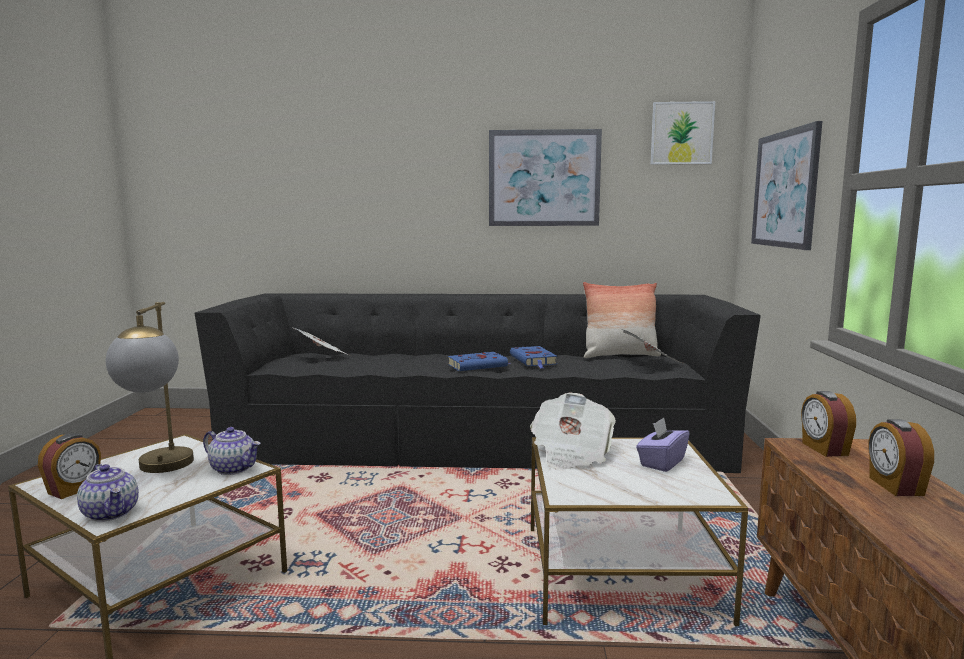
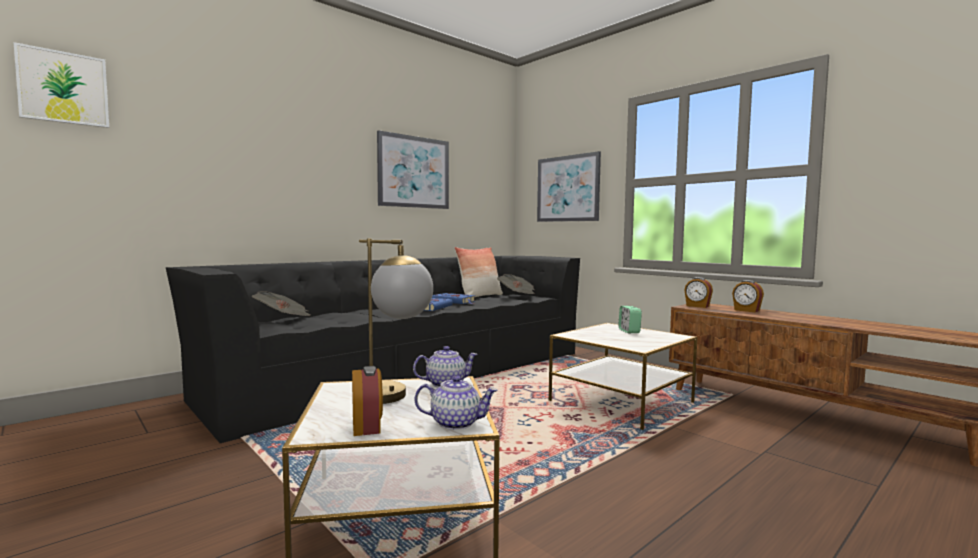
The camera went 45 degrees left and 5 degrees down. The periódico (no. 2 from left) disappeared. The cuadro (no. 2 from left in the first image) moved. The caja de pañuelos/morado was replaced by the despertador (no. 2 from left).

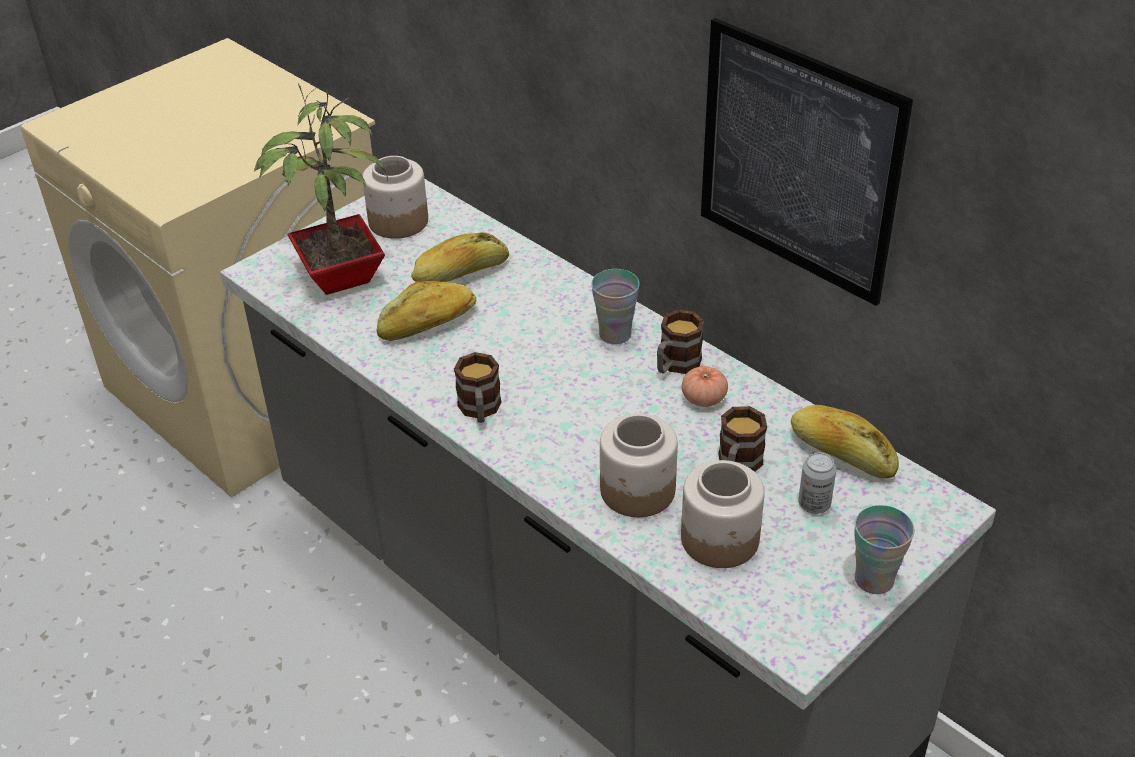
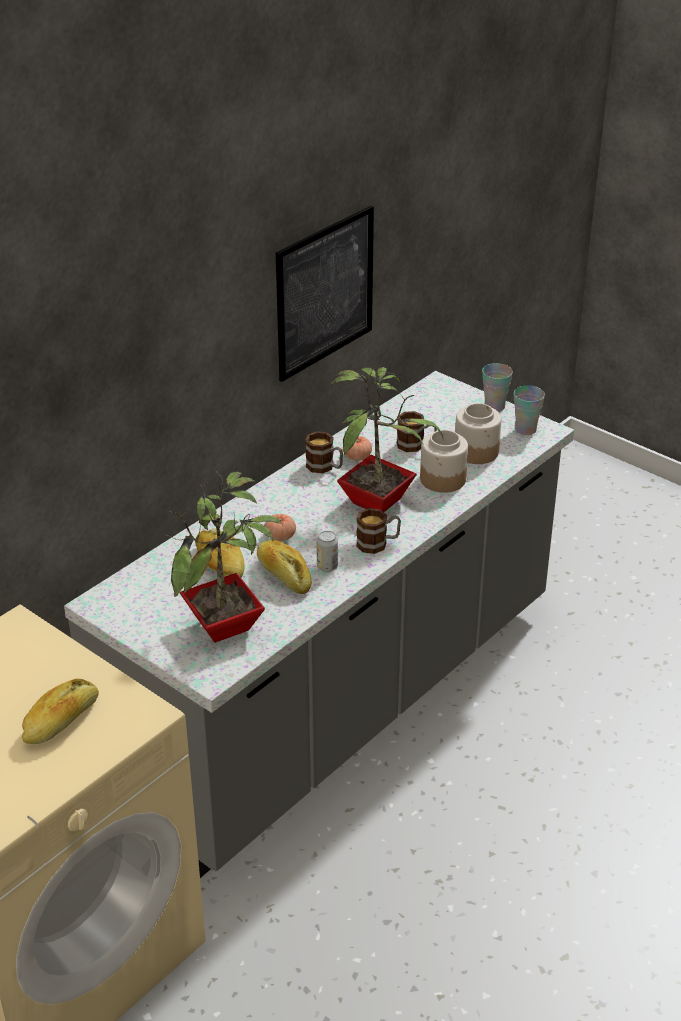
The camera went 95 degrees left and 5 degrees down. The tarro (no. 1 from left) disappeared. The tomate (no. 1 from left) appeared. The planta en maceta (no. 2 from left) appeared. The taza (no. 1 from left in the first image) moved. The pan (no. 3 from left in the first image) moved. The lata moved.

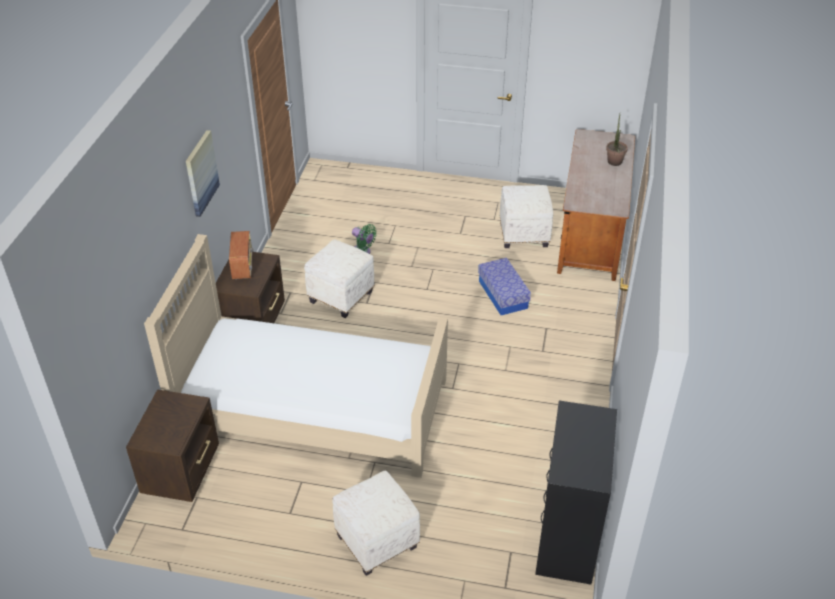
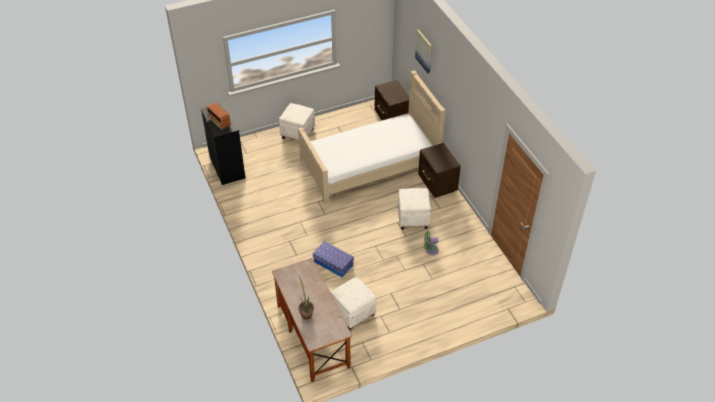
The camera went 145 degrees right and 5 degrees up. The cuadro moved. The radio moved.

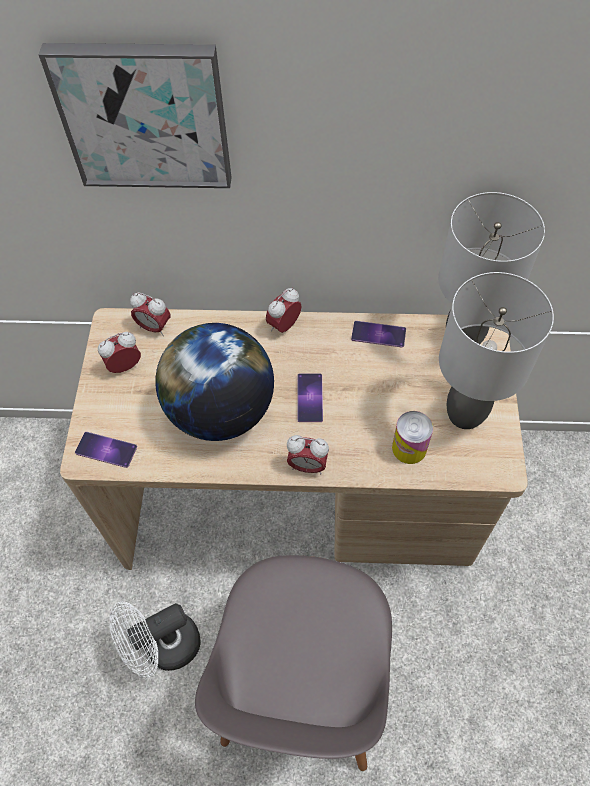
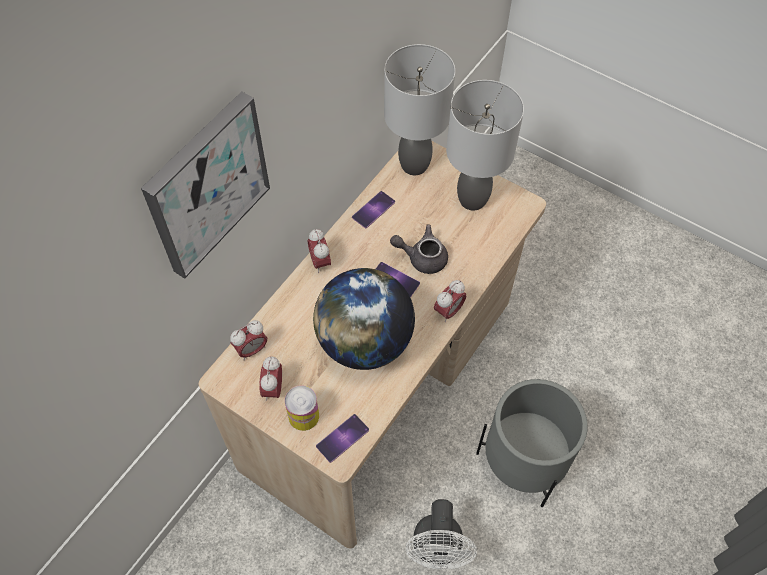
The camera went 60 degrees left and 0 degrees up. The tetera/gris appeared. The lata moved. The silla/gris was replaced by the maceta/gris.

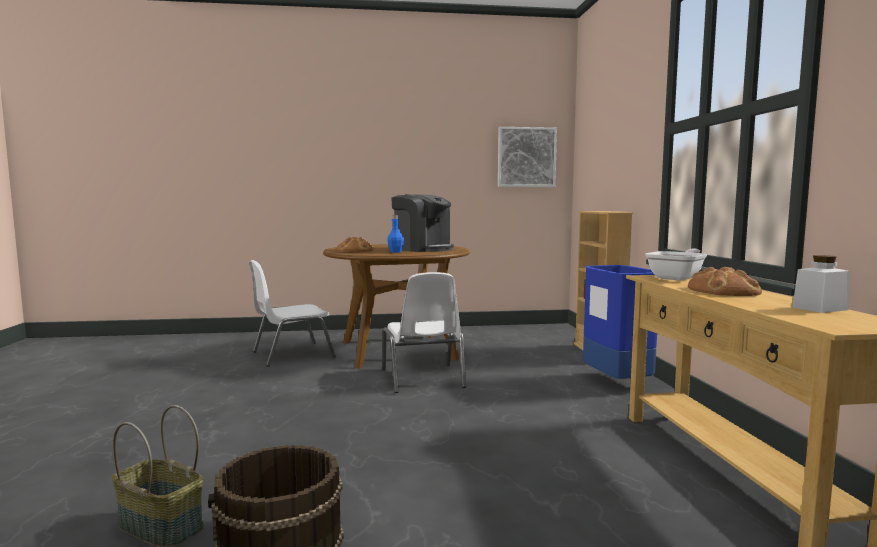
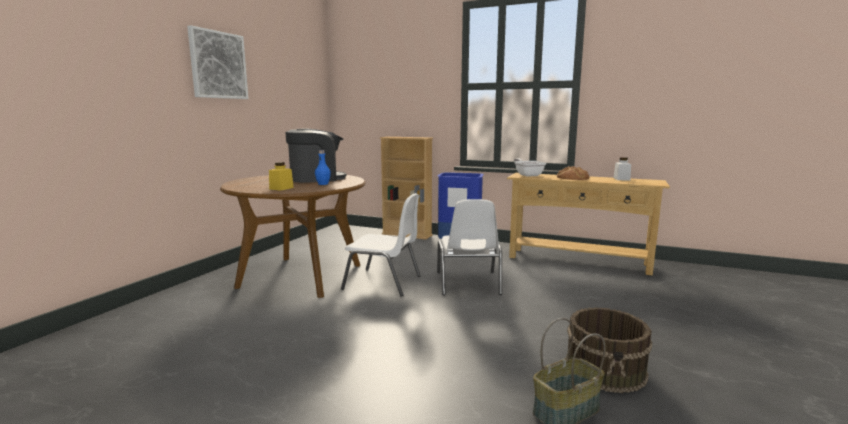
The camera went 60 degrees left and 5 degrees up. The silla/blanco (no. 1 from left in the first image) moved. The cuadro moved. The pan (no. 1 from left) was replaced by the tarro/amarillo.

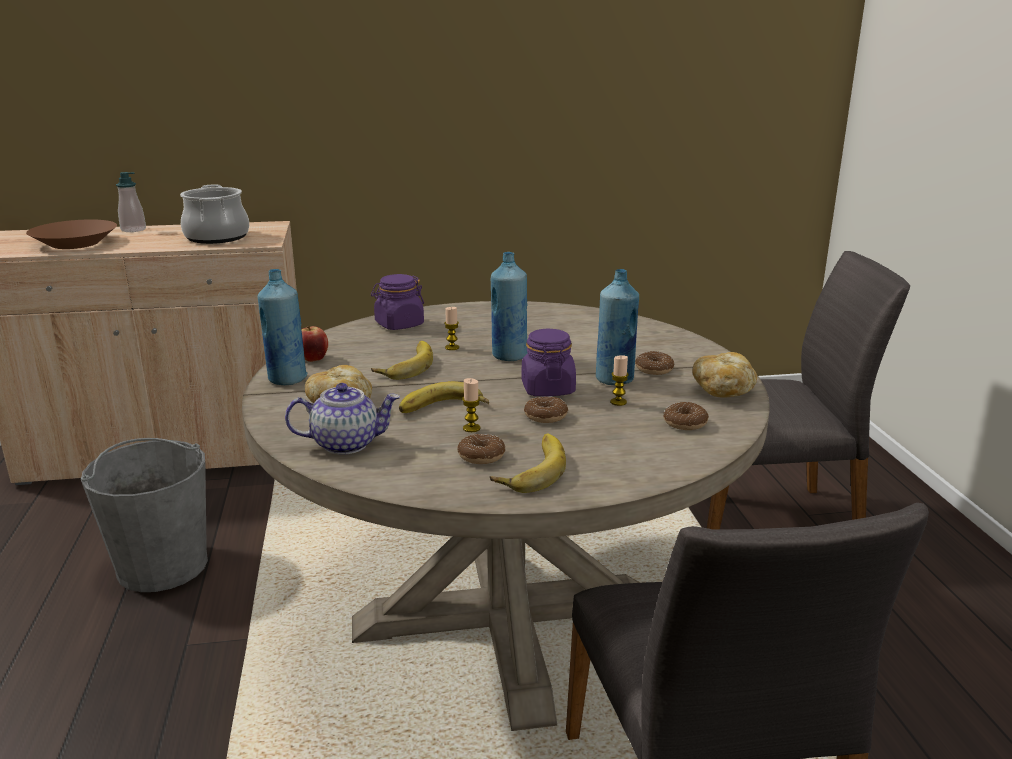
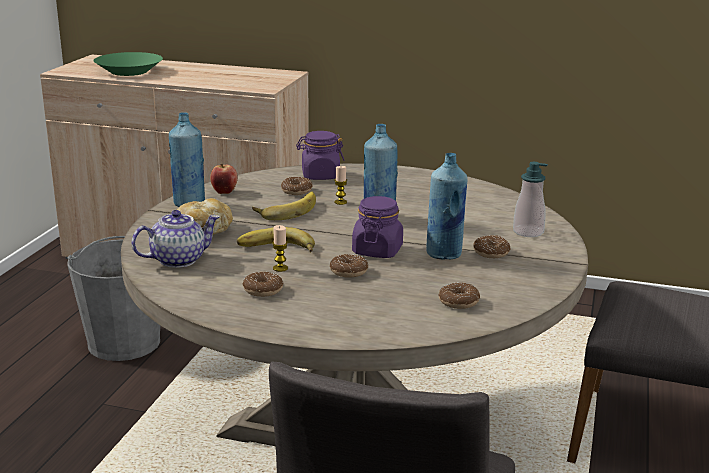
The camera went 25 degrees right and 0 degrees up. The olla disappeared. The plátano (no. 3 from left) disappeared. The vela (no. 3 from left) disappeared. The pan (no. 2 from left) disappeared. The rosquilla (no. 2 from left) appeared. The dispensador de jabón moved. The cuenco/marrón became the cuenco/verde. The tetera turned 45 degrees counterclockwise.

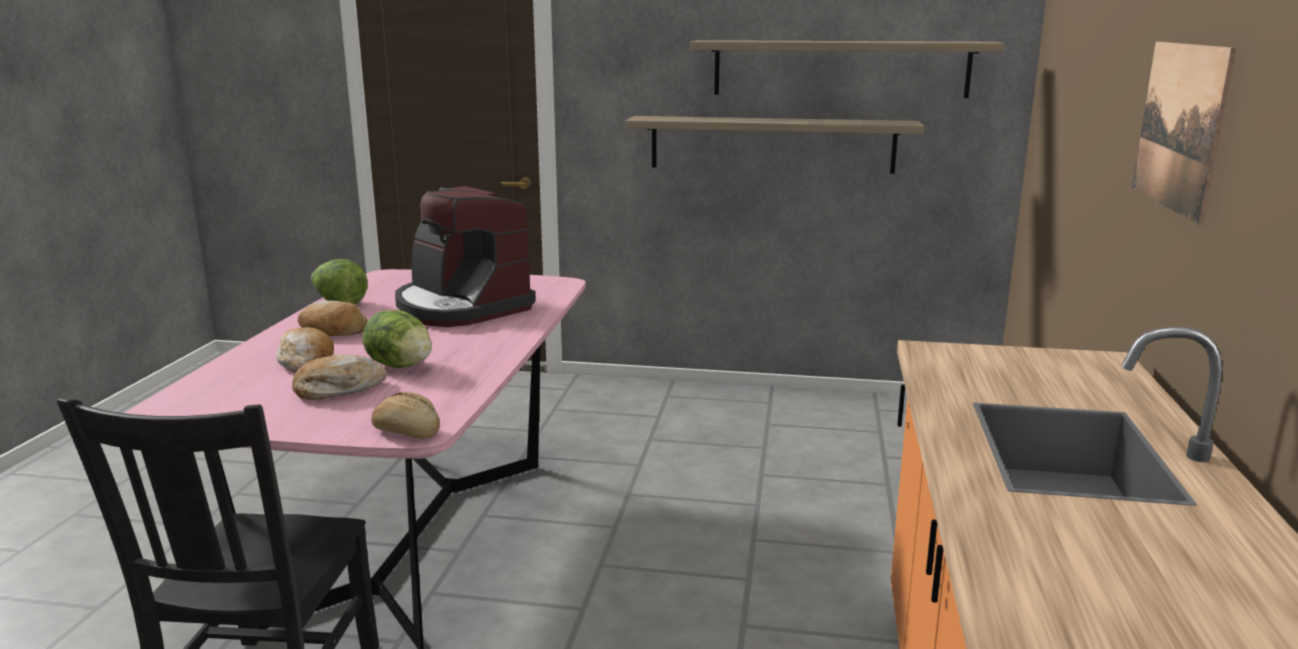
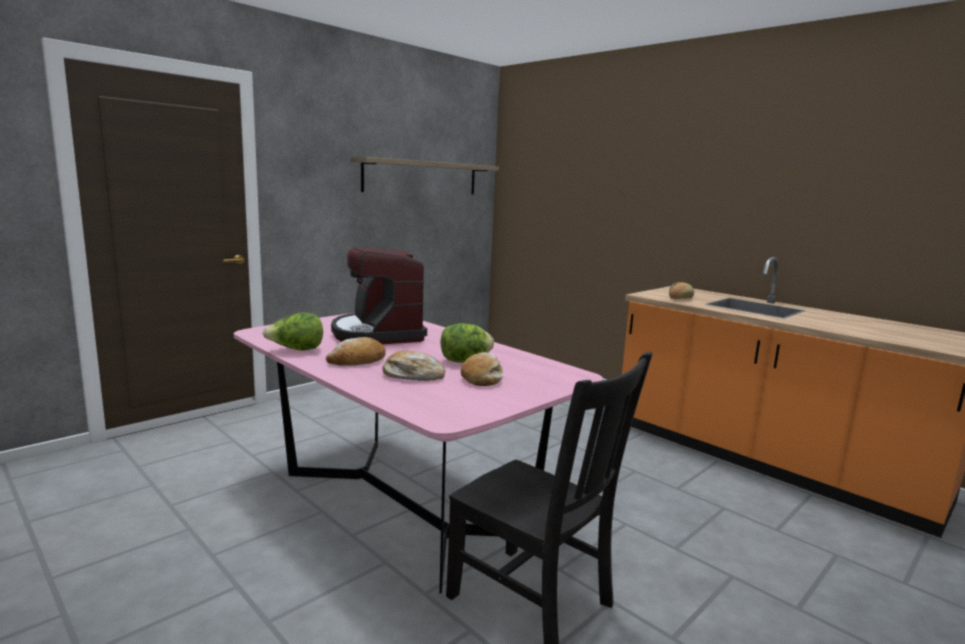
The camera went 55 degrees left and 5 degrees down. The estante (no. 1 from left) disappeared. The cuadro disappeared. The pan (no. 4 from left) moved. The cafetera turned 75 degrees clockwise.

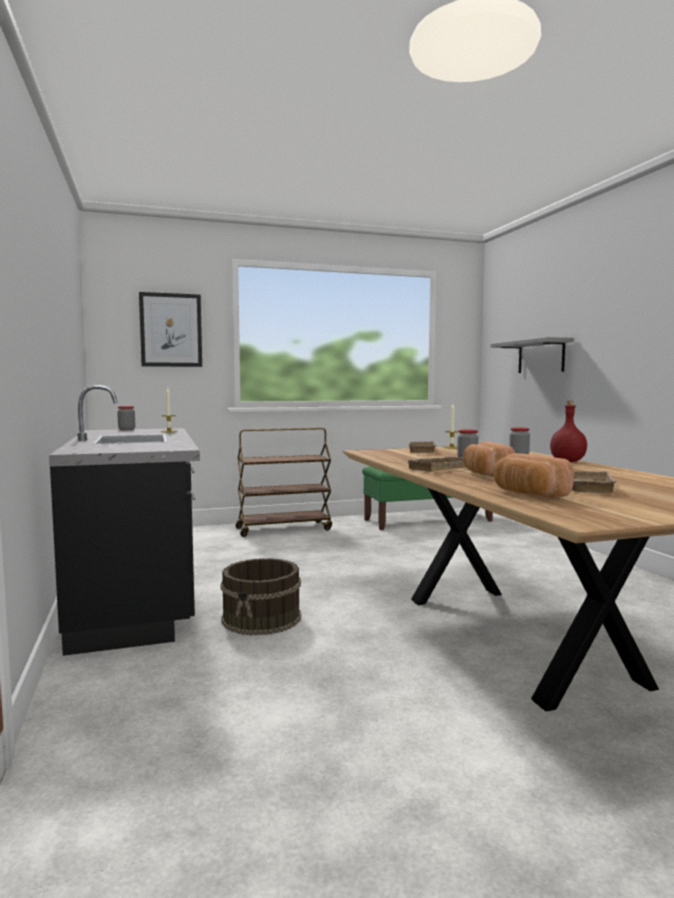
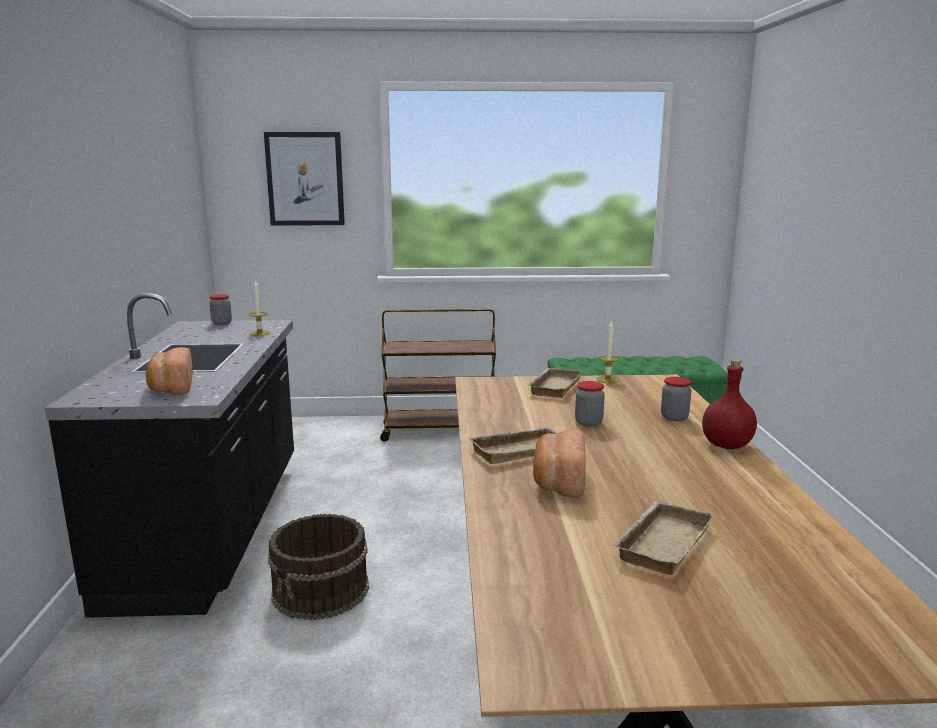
The camera went 15 degrees right and 10 degrees up. The estante/gris disappeared. The pan (no. 2 from left in the first image) moved.

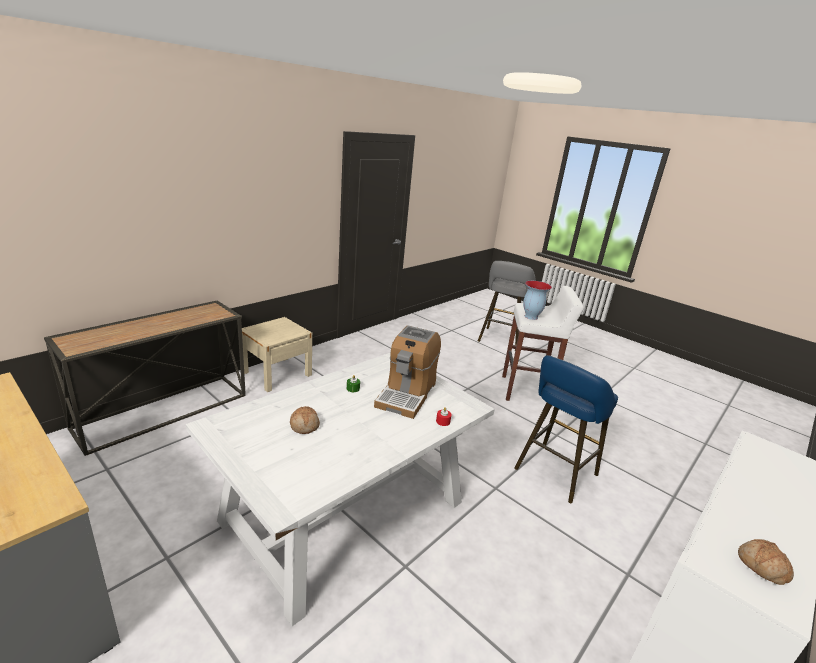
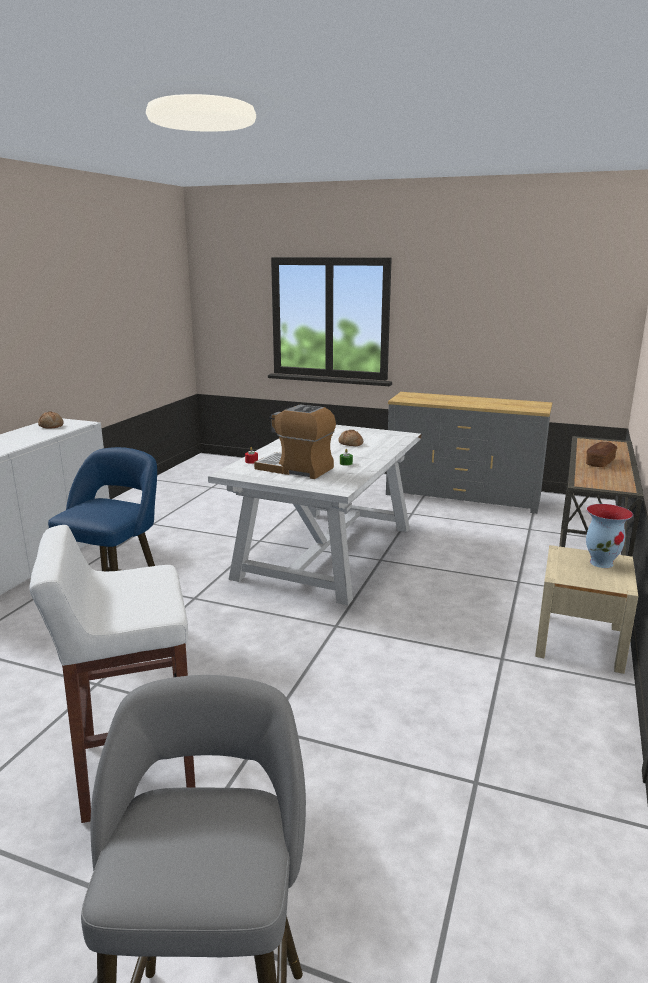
The camera went 160 degrees right and 5 degrees down. The pan (no. 3 from left) appeared. The florero moved. The cafetera turned 60 degrees counterclockwise.

